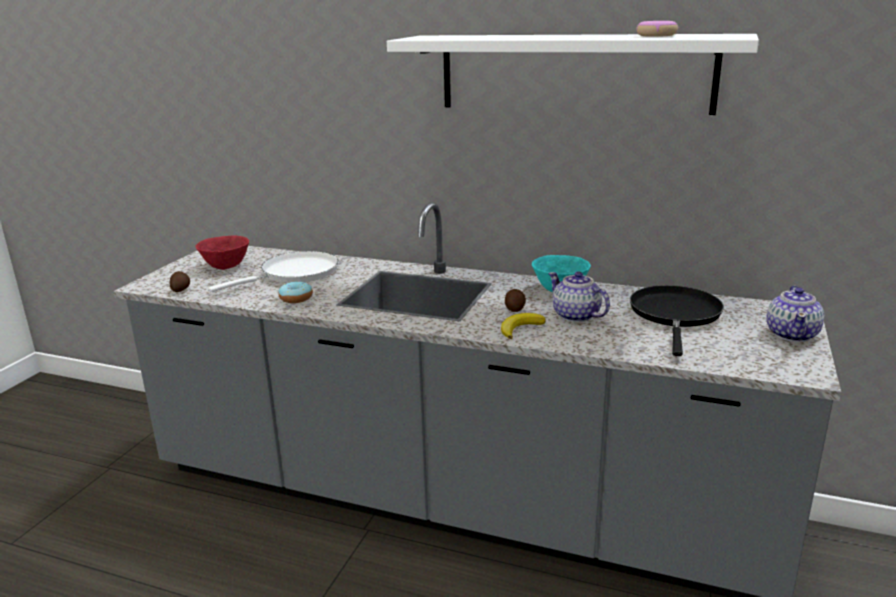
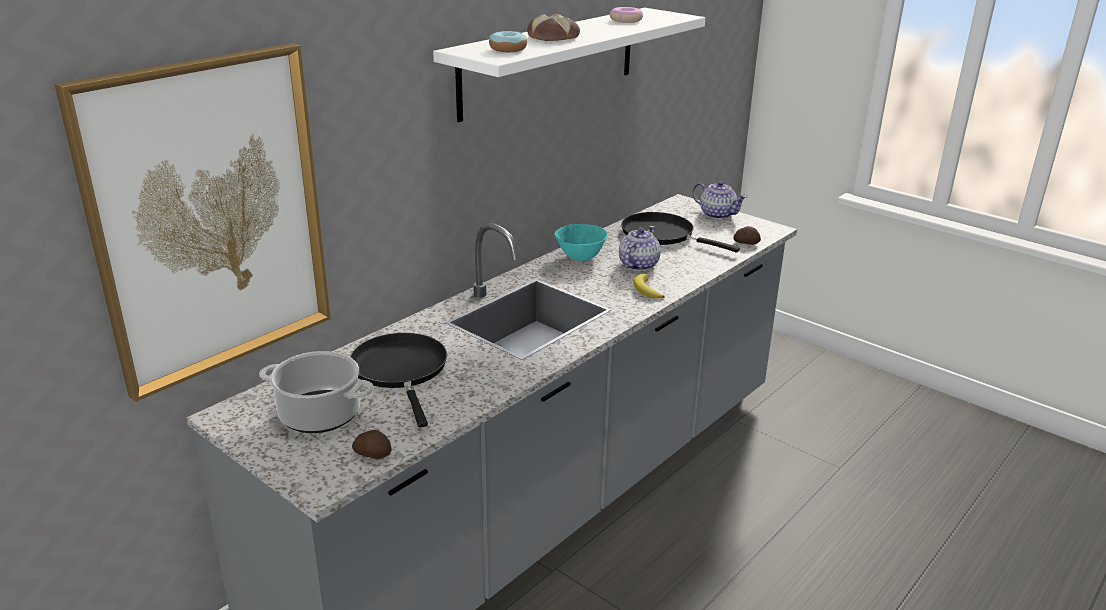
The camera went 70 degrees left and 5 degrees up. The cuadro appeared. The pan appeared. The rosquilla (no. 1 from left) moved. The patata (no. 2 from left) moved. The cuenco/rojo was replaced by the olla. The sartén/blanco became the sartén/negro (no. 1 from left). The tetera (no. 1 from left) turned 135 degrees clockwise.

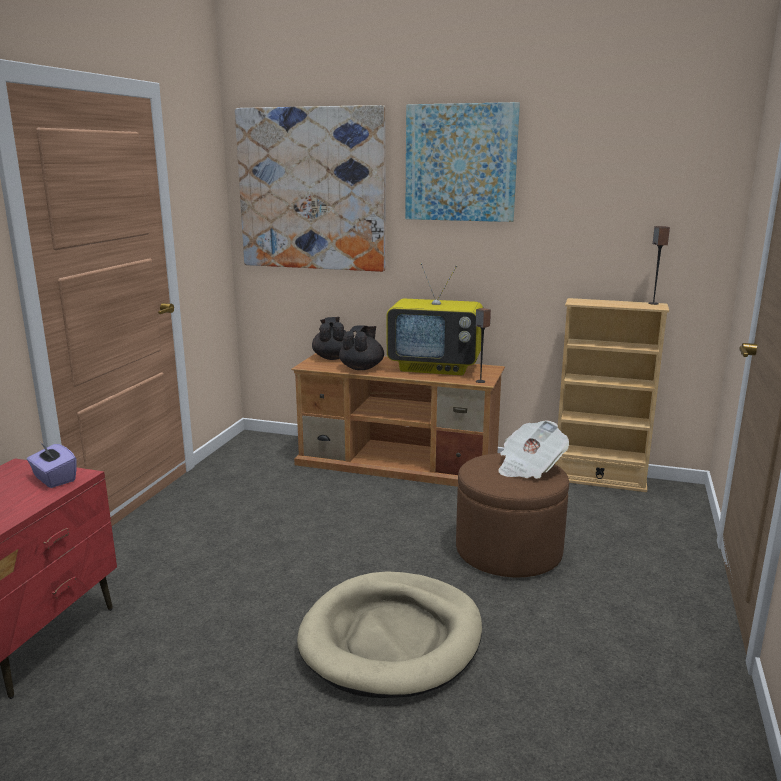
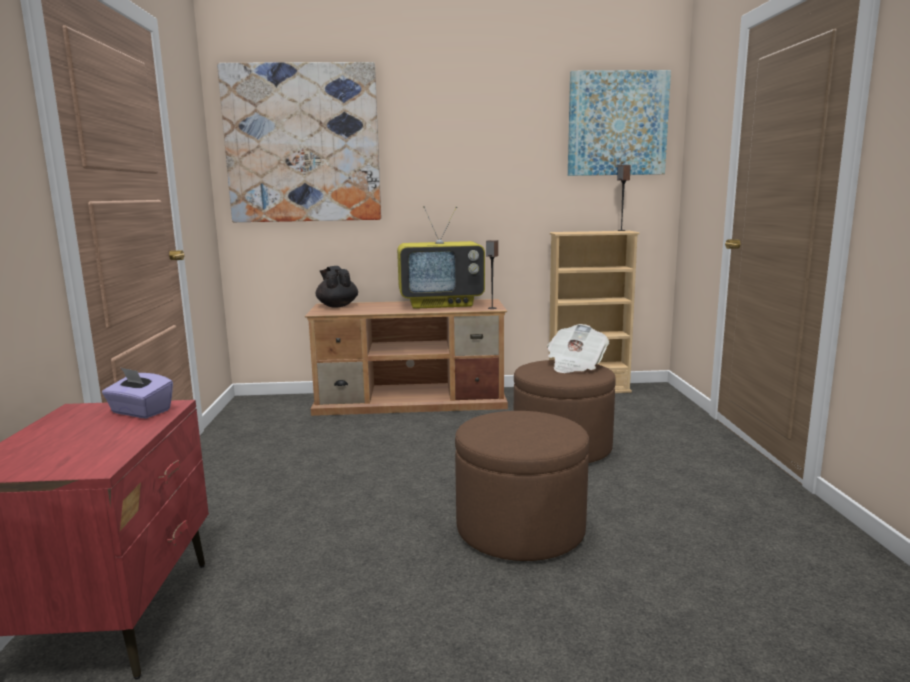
The camera went 20 degrees left and 5 degrees down. The tetera/negro (no. 2 from left) disappeared. The cuadro (no. 2 from left) moved. The cama para perro/beis was replaced by the puf/marrón (no. 1 from left).

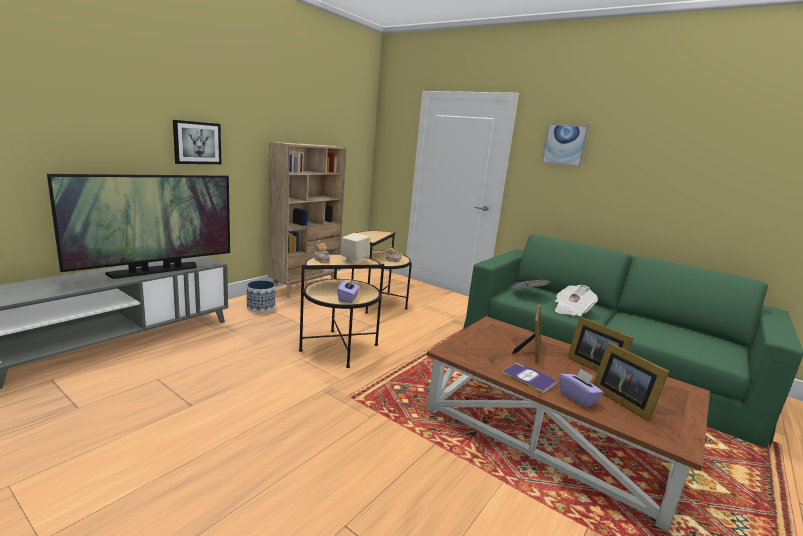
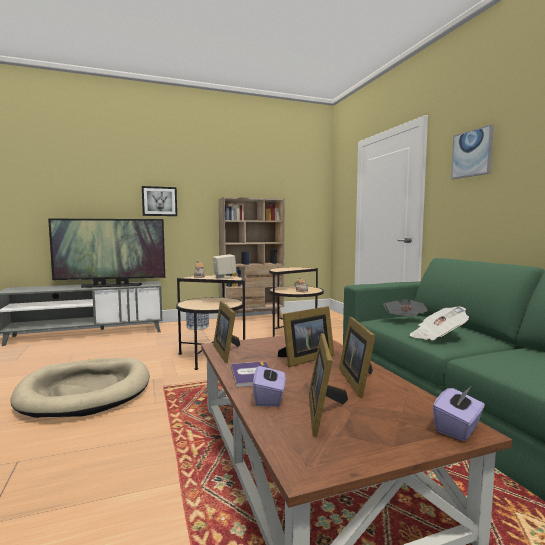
The camera went 35 degrees right and 10 degrees down. The cama para perro/beis appeared. The portarretratos (no. 1 from left) appeared. The caja de pañuelos/morado (no. 1 from left in the first image) moved.

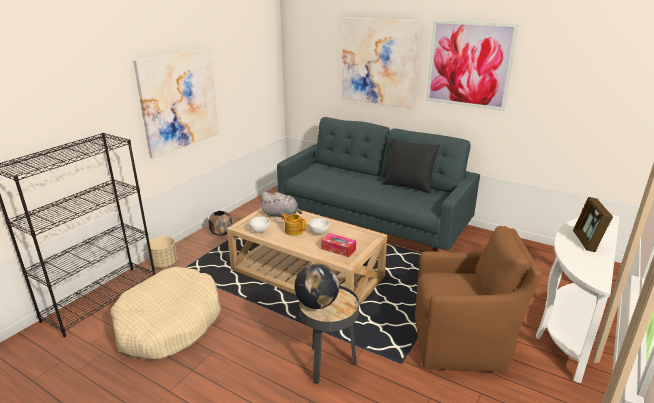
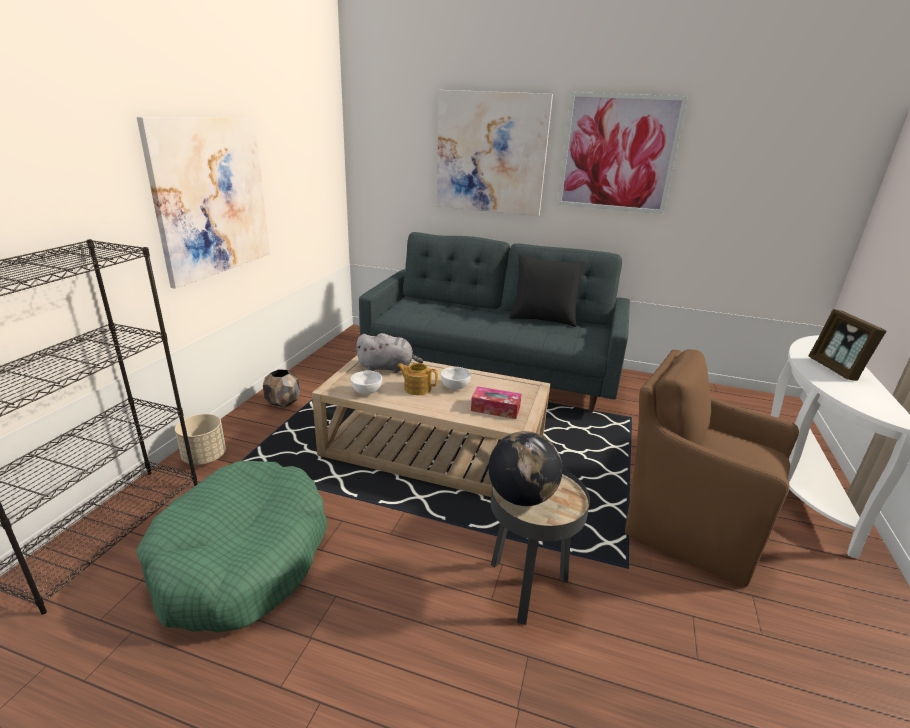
The camera went 15 degrees left and 0 degrees up. The cama para perro/beis became the cama para perro/verde. The sillón/marrón turned 135 degrees counterclockwise.

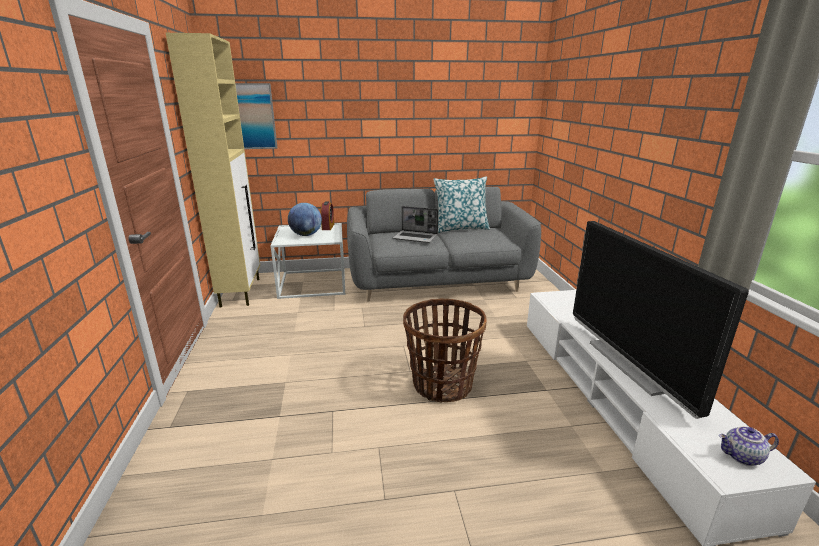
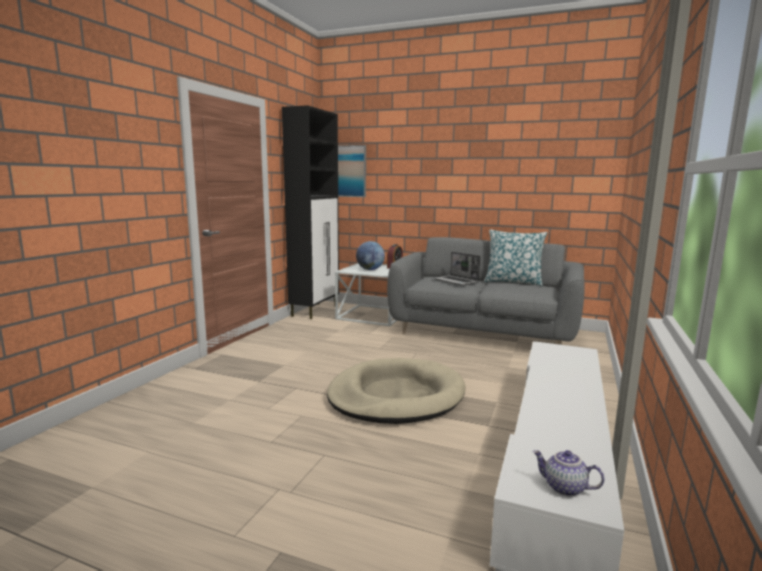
The camera went 30 degrees right and 10 degrees down. The televisor disappeared. The cesta was replaced by the cama para perro/beis. The armario/beis became the armario/negro.

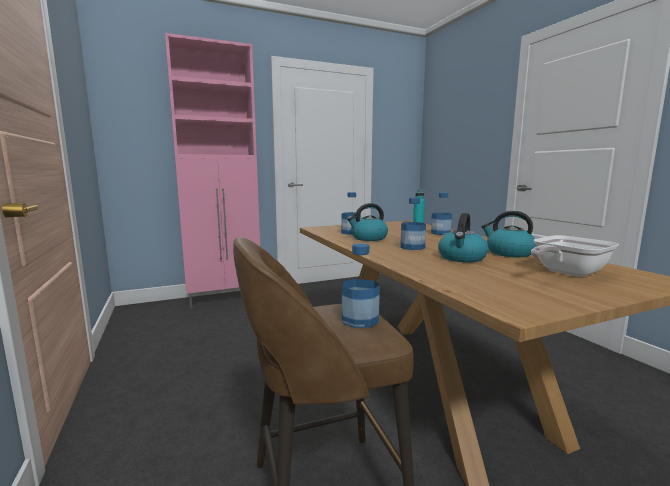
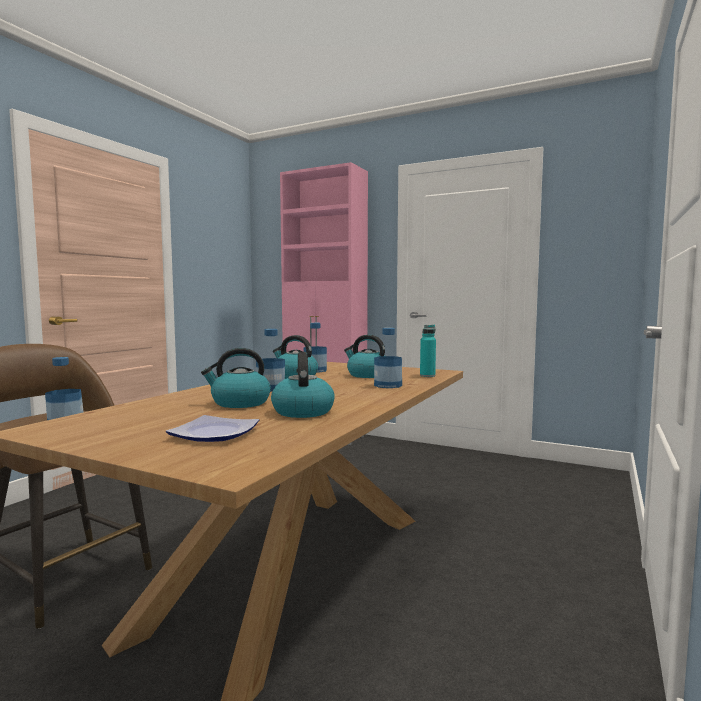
The camera went 50 degrees right and 5 degrees down. The hervidor (no. 4 from left) appeared. The sartén was replaced by the plato.

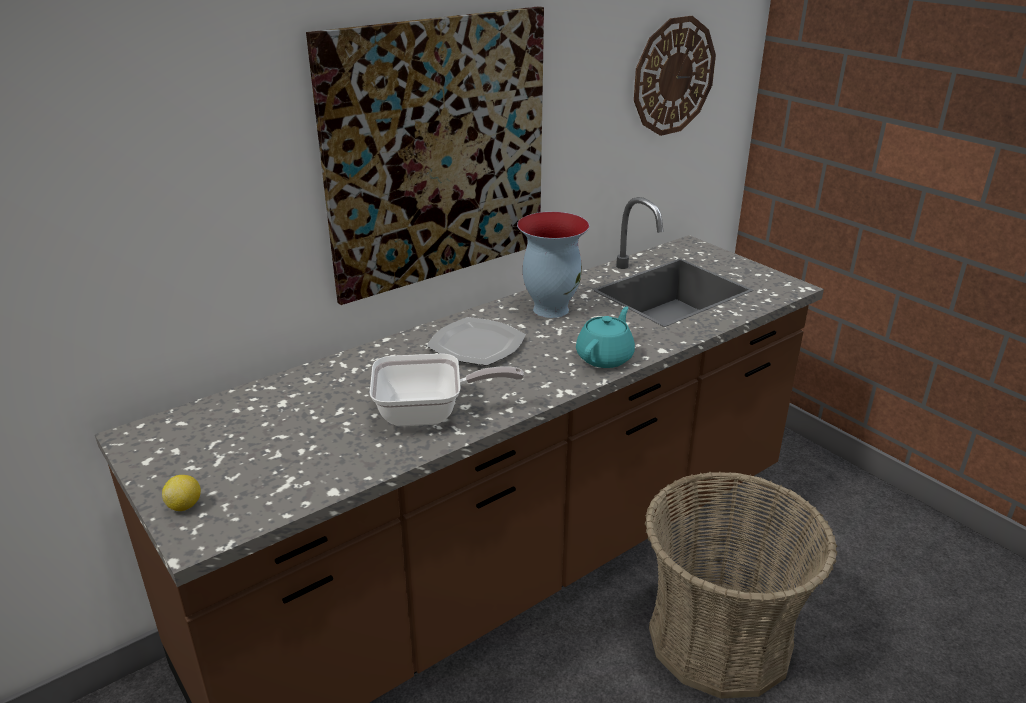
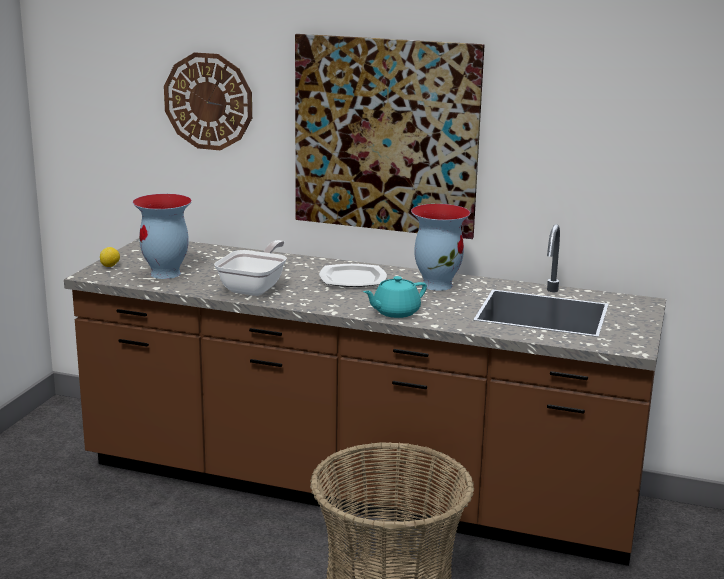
The camera went 55 degrees right and 10 degrees down. The florero (no. 1 from left) appeared. The reloj de pared moved. The sartén turned 120 degrees counterclockwise. The tetera/turquesa turned 150 degrees clockwise.

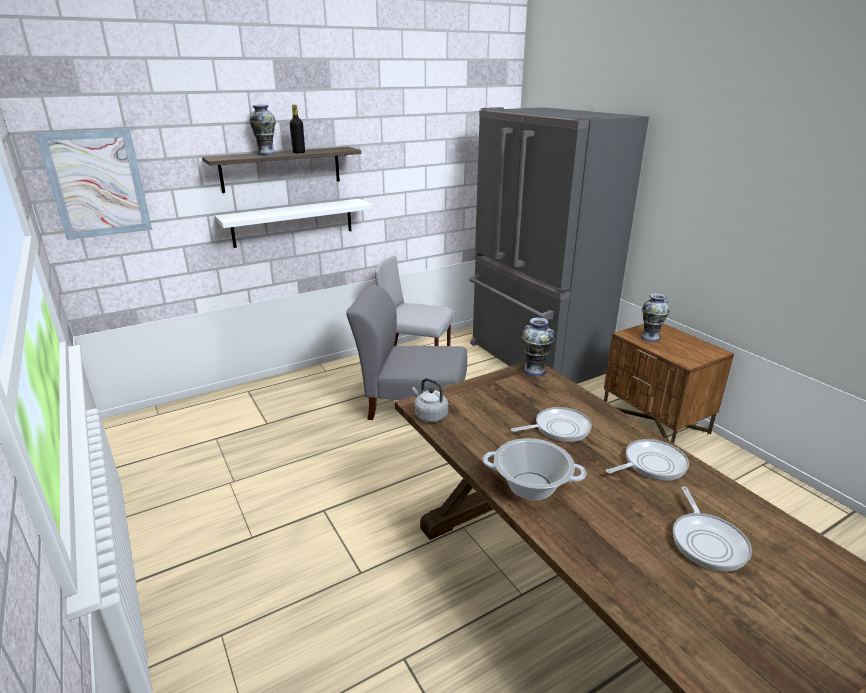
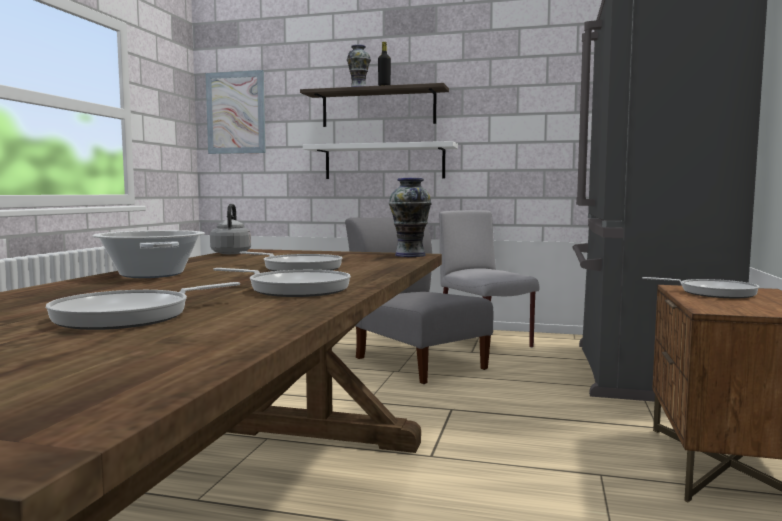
The camera went 45 degrees right and 20 degrees down. The florero (no. 3 from left) was replaced by the sartén (no. 4 from left).

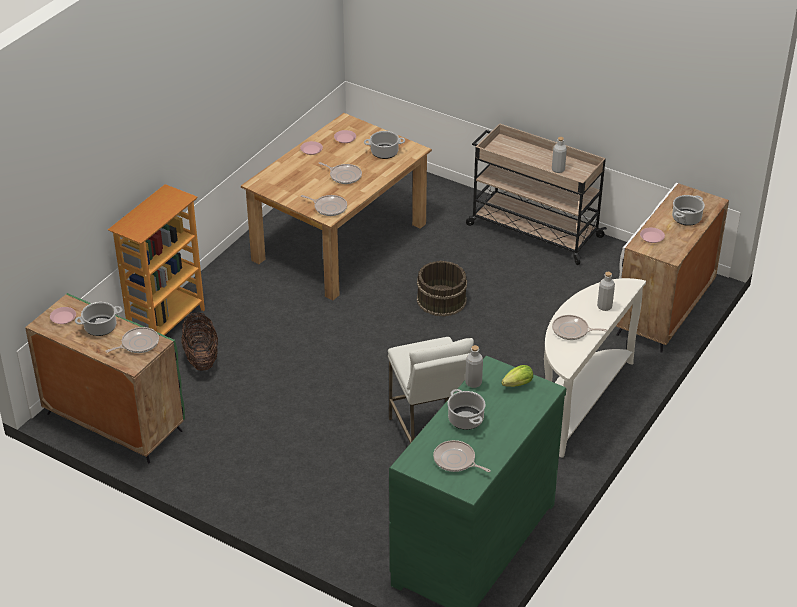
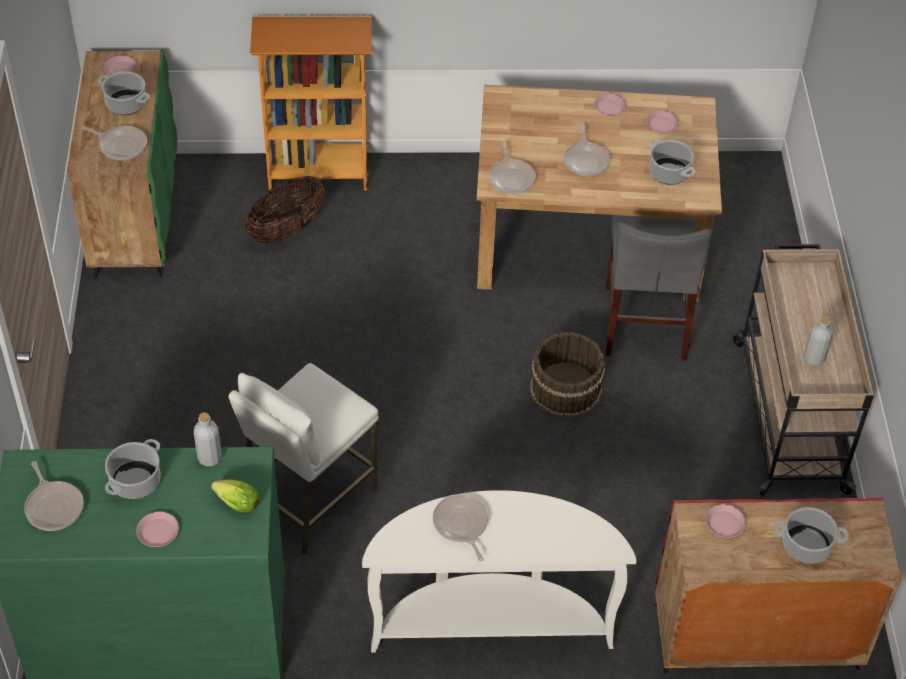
The camera went 55 degrees right and 10 degrees up. The botella/gris (no. 3 from left) disappeared. The plato/rosa (no. 2 from left) appeared. The silla/gris appeared. The armario/blanco became the armario/rojo. The sartén (no. 4 from left in the first image) turned 150 degrees clockwise.

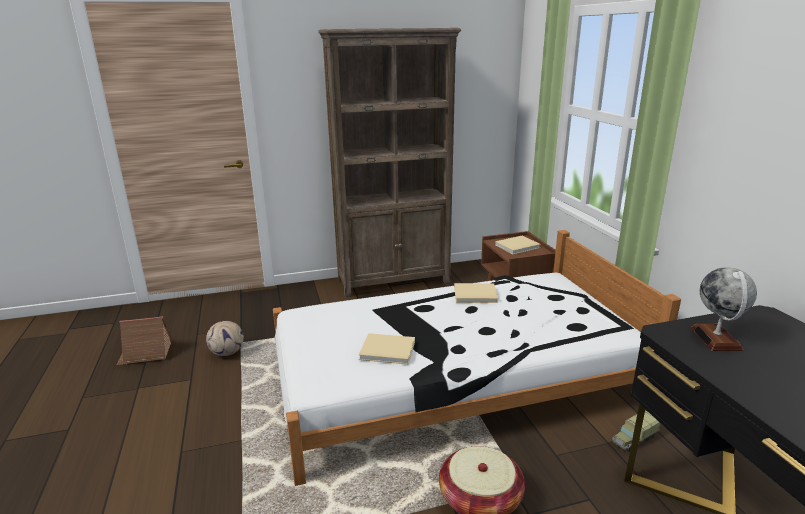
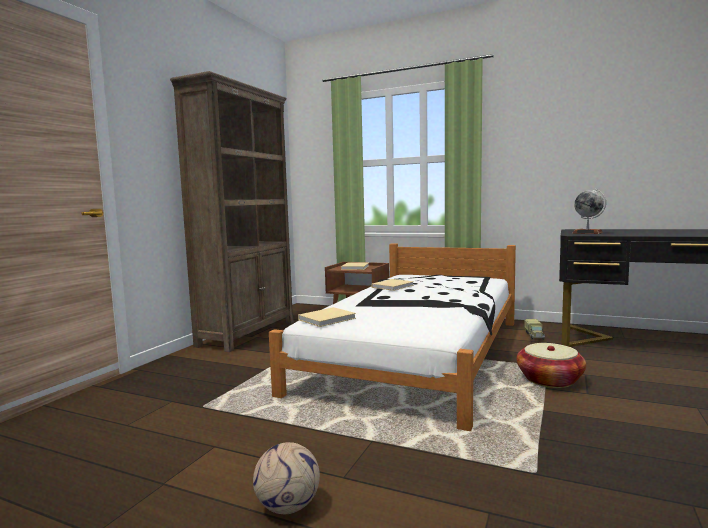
The camera went 50 degrees left and 15 degrees down. The casita disappeared. The balón de fútbol moved. The libro/beis (no. 1 from left) moved.

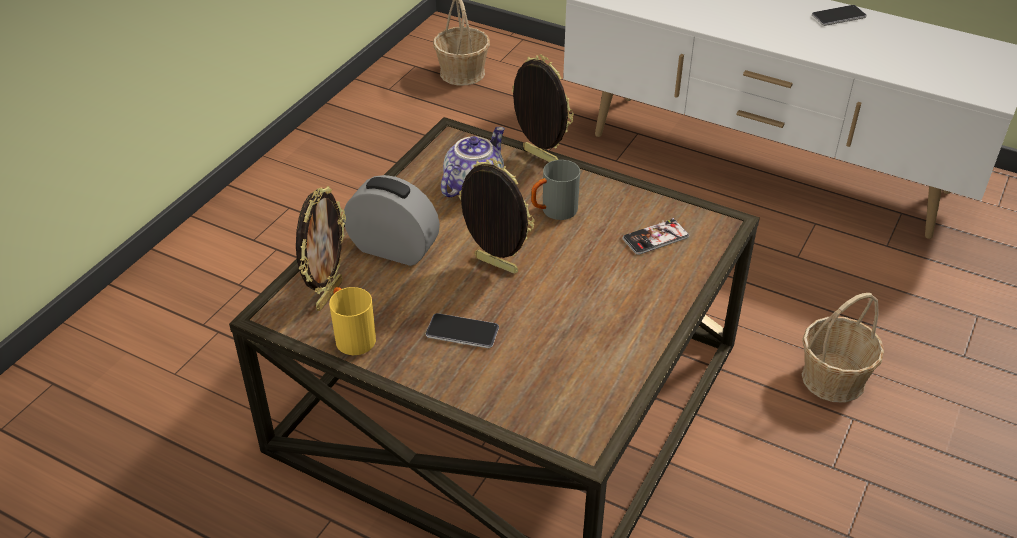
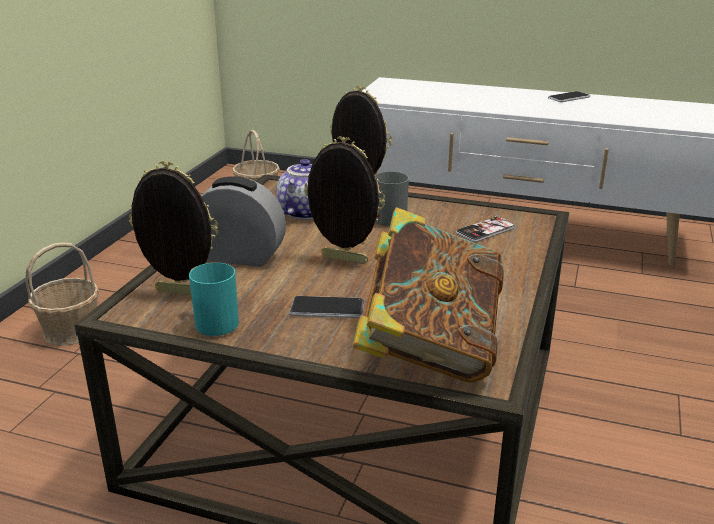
The camera went 10 degrees left and 15 degrees down. The libro appeared. The cesta (no. 2 from left in the first image) moved. The taza grande/amarillo became the taza grande/turquesa. The portarretratos (no. 1 from left) turned 90 degrees counterclockwise.

